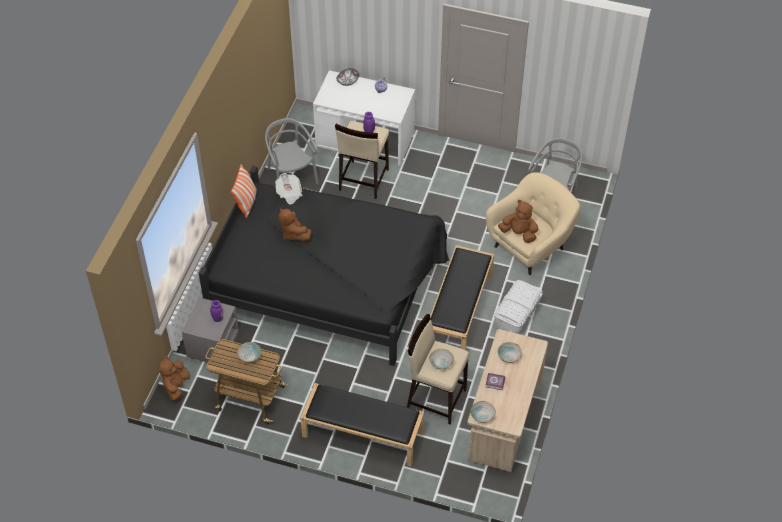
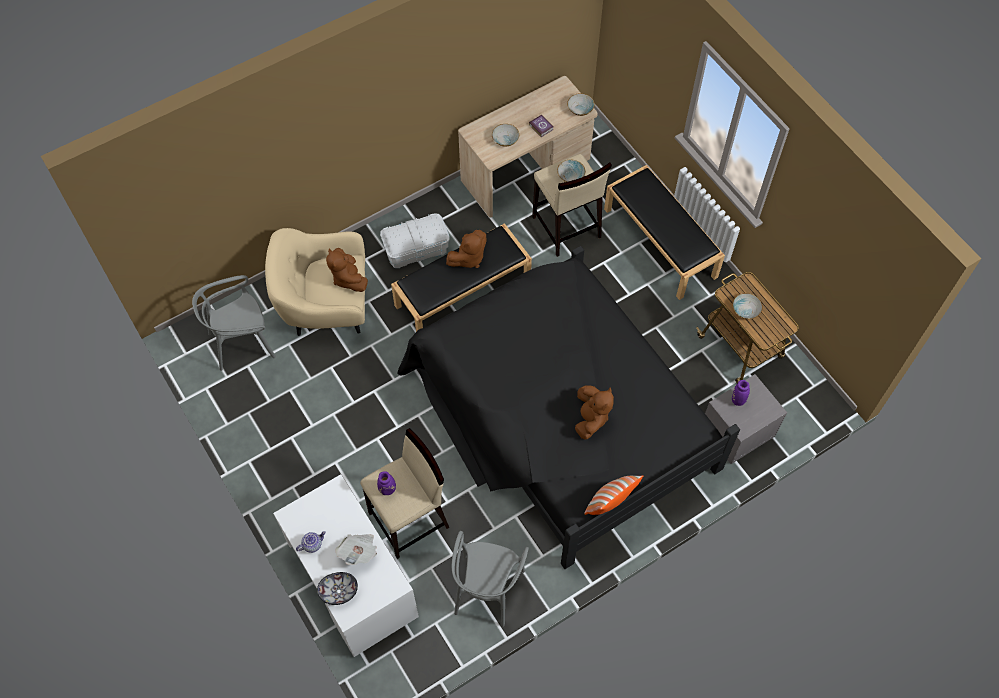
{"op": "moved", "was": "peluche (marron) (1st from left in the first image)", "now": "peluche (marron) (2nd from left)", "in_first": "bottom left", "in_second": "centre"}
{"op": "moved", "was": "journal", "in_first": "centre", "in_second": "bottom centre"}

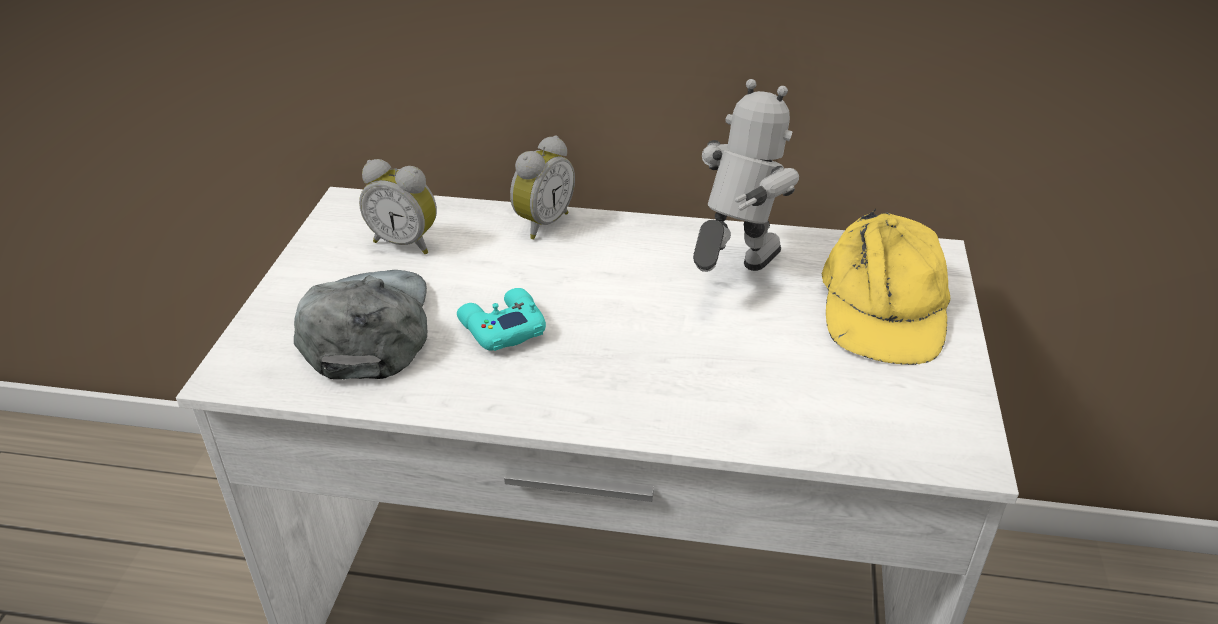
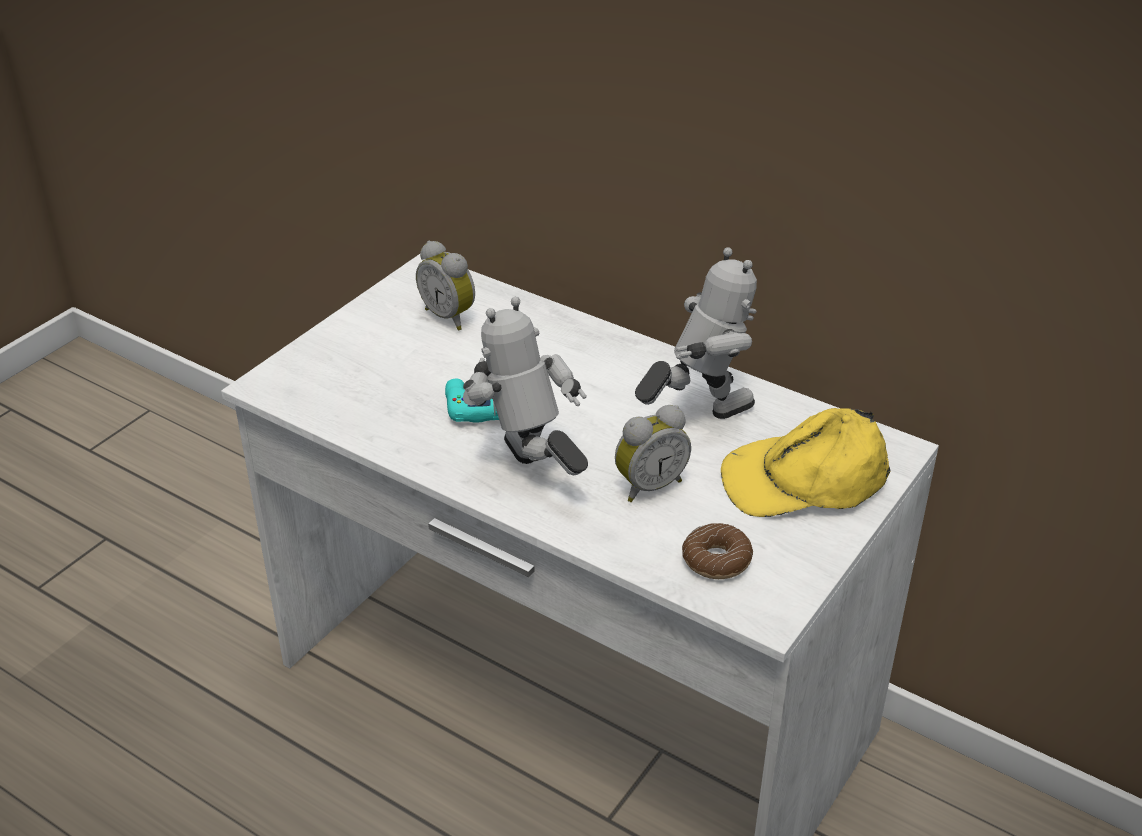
{"op": "removed", "was": "casquette (gris)", "in_first": "middle left"}
{"op": "added", "now": "robot jouet (1st from left)", "in_second": "centre"}
{"op": "added", "now": "beignet", "in_second": "centre"}
{"op": "moved", "was": "réveil (2nd from left)", "in_first": "top centre", "in_second": "centre"}
{"op": "turned", "was": "casquette (jaune)", "in_first": "middle right", "in_second": "middle right", "clockwise": 45}

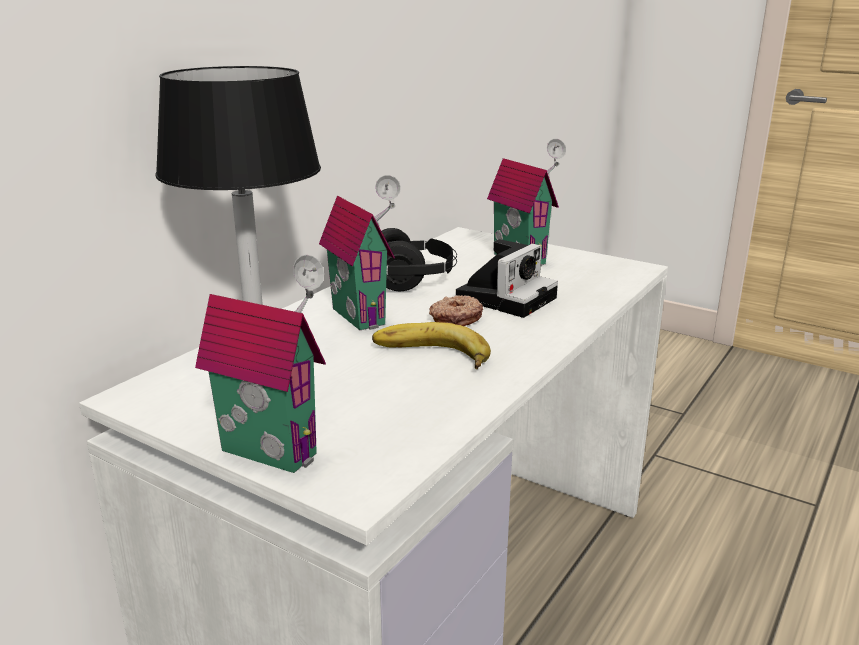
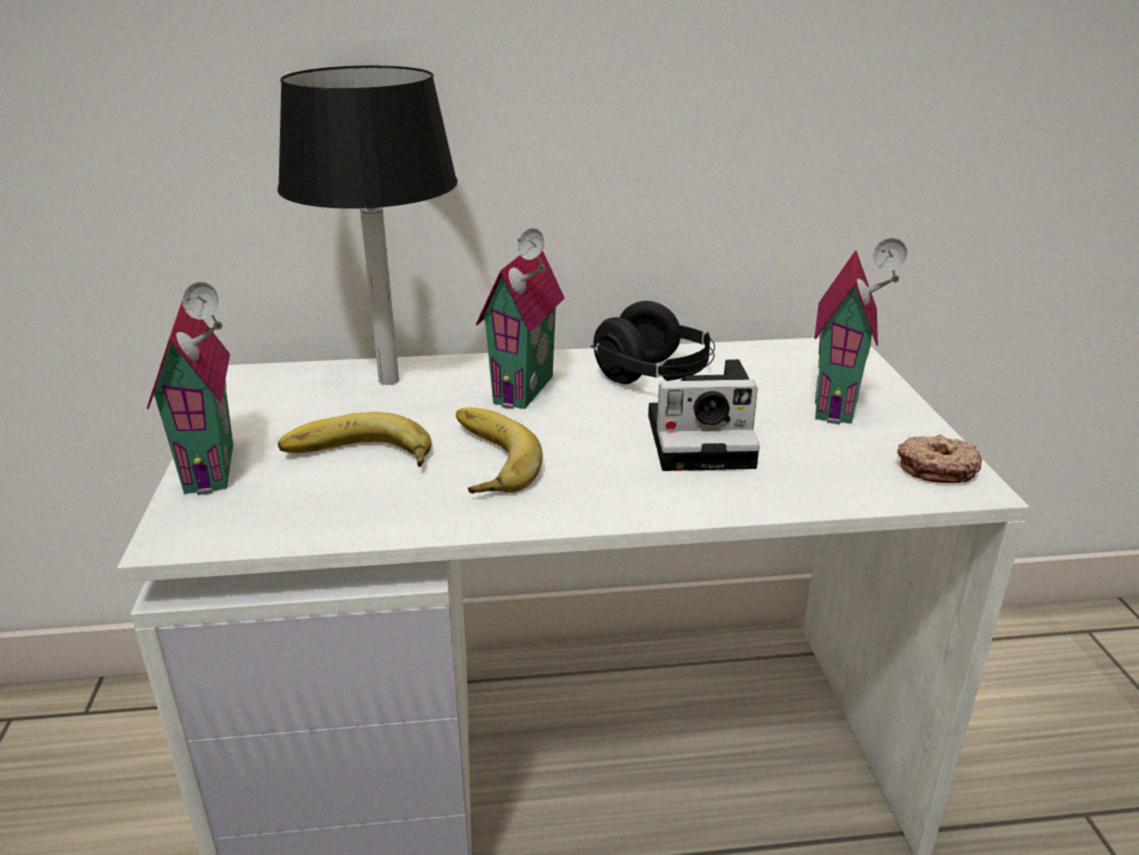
{"op": "added", "now": "banane (1st from left)", "in_second": "middle left"}
{"op": "moved", "was": "beignet", "in_first": "centre", "in_second": "middle right"}

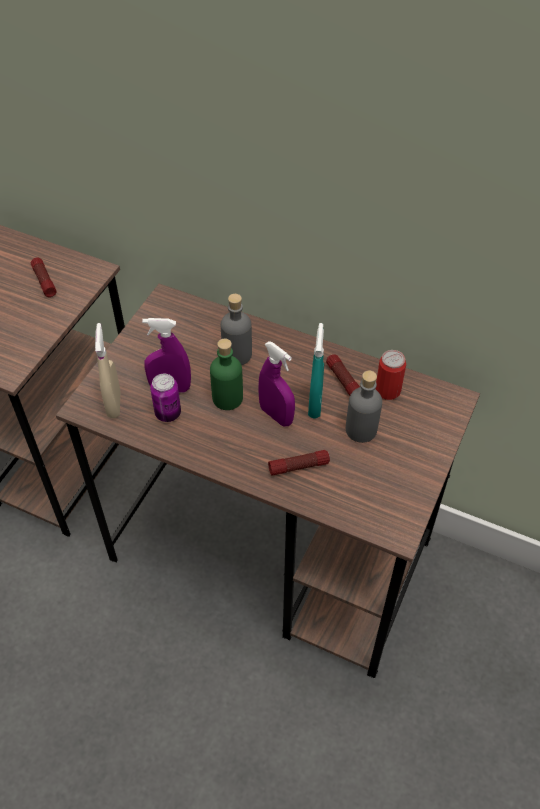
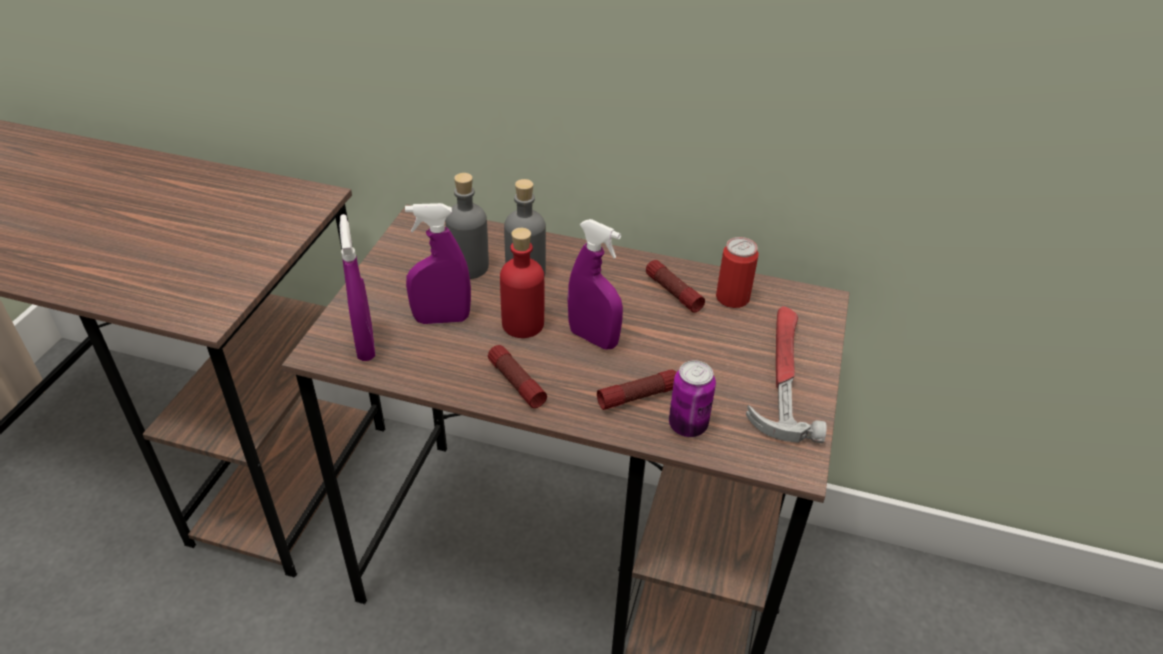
{"op": "removed", "was": "vaporisateur (turquoise)", "in_first": "centre"}
{"op": "added", "now": "marteau", "in_second": "middle right"}
{"op": "moved", "was": "lampe de poche (1st from left)", "in_first": "middle left", "in_second": "centre"}
{"op": "moved", "was": "boîte métallique (1st from left)", "in_first": "middle left", "in_second": "centre"}
{"op": "moved", "was": "bouteille (gris) (2nd from left in the first image)", "now": "bouteille (gris) (1st from left)", "in_first": "middle right", "in_second": "centre"}
{"op": "recoloured", "was": "vaporisateur (beige)", "now": "vaporisateur (violet) (1st from left)", "in_first": "middle left", "in_second": "middle left"}
{"op": "recoloured", "was": "bouteille (vert)", "now": "bouteille (rouge)", "in_first": "centre", "in_second": "centre"}

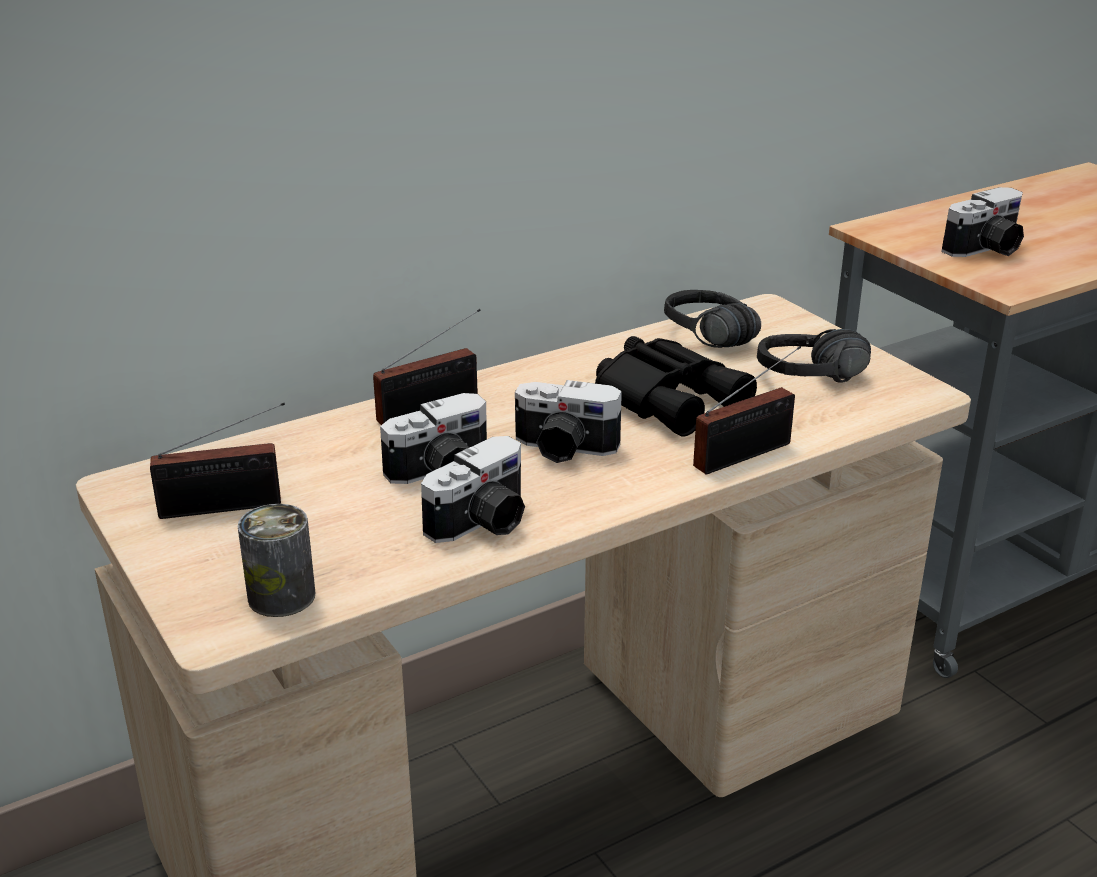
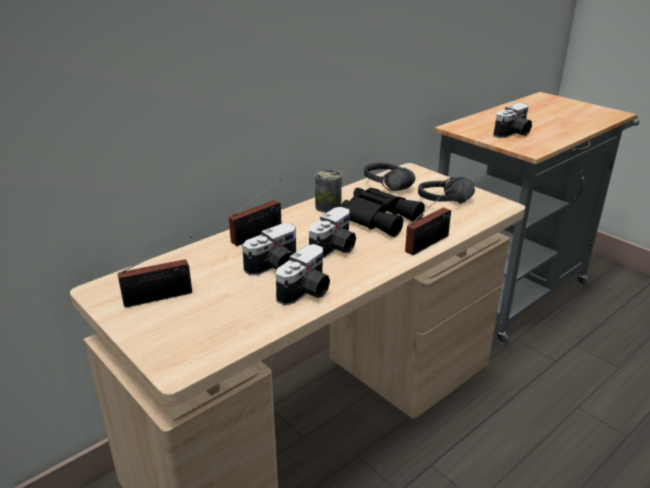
{"op": "moved", "was": "boîte métallique", "in_first": "middle left", "in_second": "centre"}
{"op": "turned", "was": "appareil photo (3rd from left)", "in_first": "centre", "in_second": "centre", "clockwise": -60}

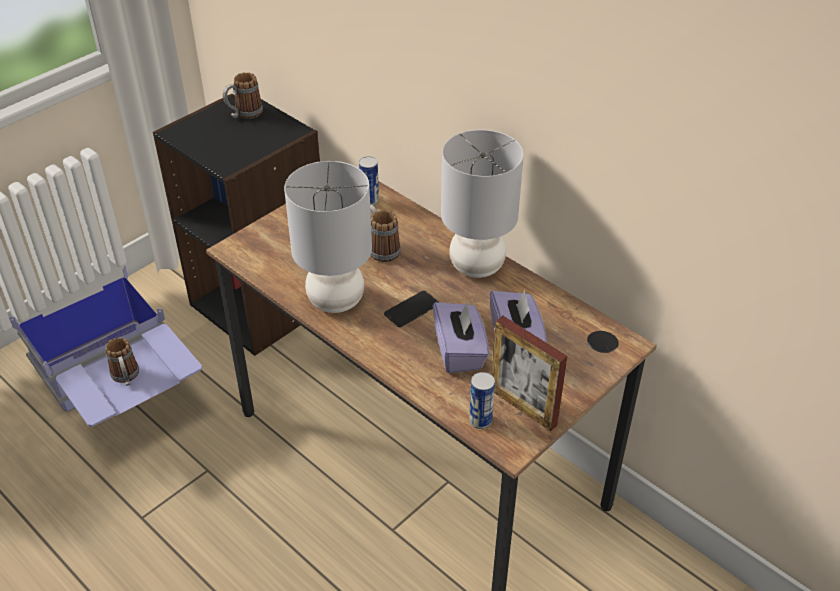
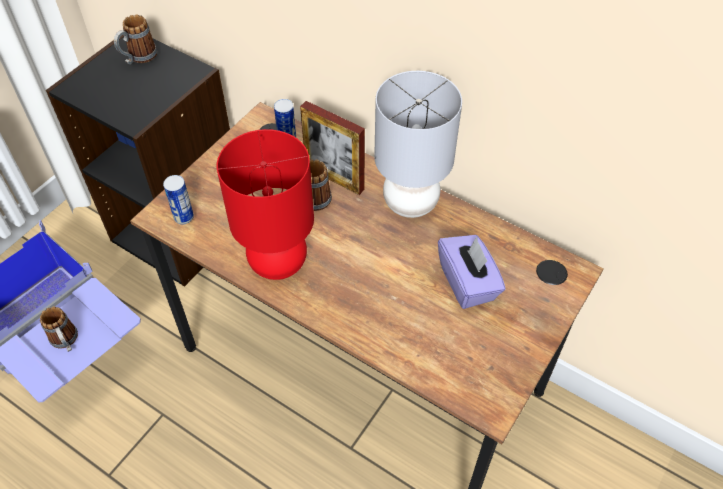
{"op": "removed", "was": "téléphone", "in_first": "centre"}
{"op": "removed", "was": "boîte à mouchoirs (violet) (1st from left)", "in_first": "centre"}
{"op": "moved", "was": "boîte métallique (2nd from left in the first image)", "now": "boîte métallique (1st from left)", "in_first": "bottom centre", "in_second": "middle left"}
{"op": "moved", "was": "cadre photo", "in_first": "centre", "in_second": "top centre"}
{"op": "recoloured", "was": "lampe de table (gris) (1st from left)", "now": "lampe de table (rouge)", "in_first": "centre", "in_second": "centre"}

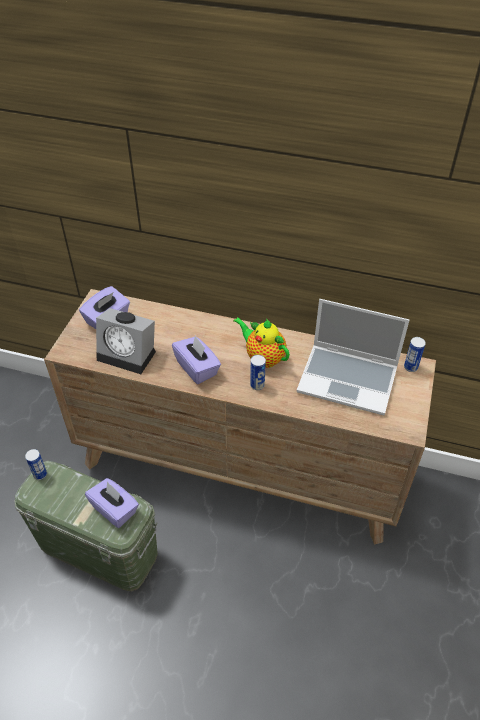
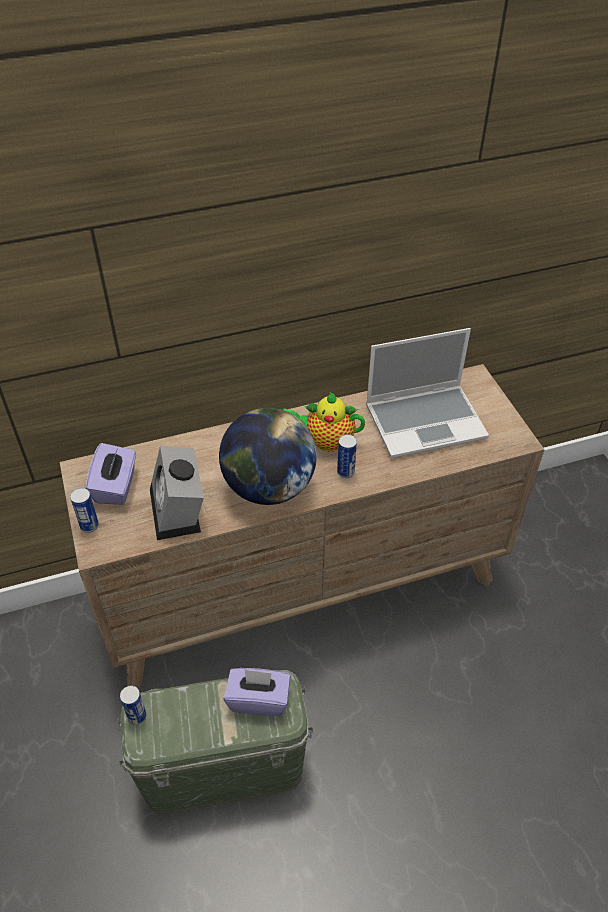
{"op": "moved", "was": "boîte métallique (3rd from left in the first image)", "now": "boîte métallique (1st from left)", "in_first": "middle right", "in_second": "middle left"}
{"op": "replaced", "was": "boîte à mouchoirs (violet) (3rd from left)", "now": "globe", "in_first": "centre", "in_second": "centre"}
{"op": "turned", "was": "réveil", "in_first": "middle left", "in_second": "middle left", "clockwise": 90}

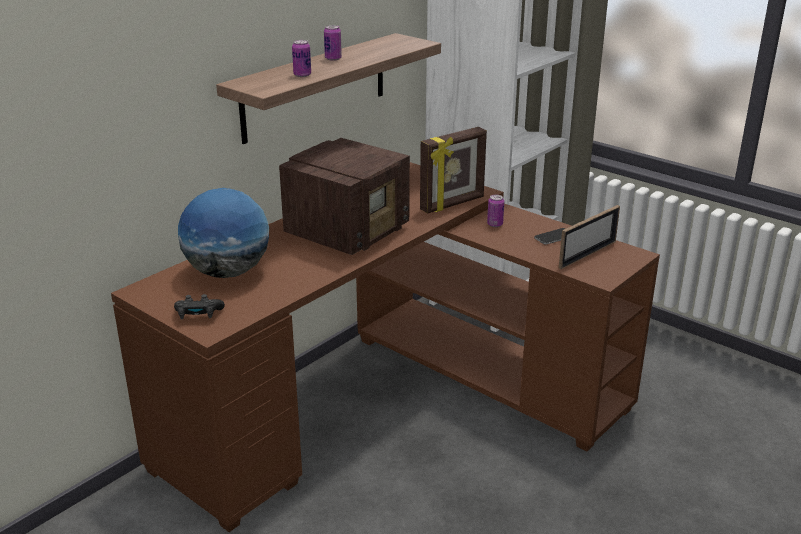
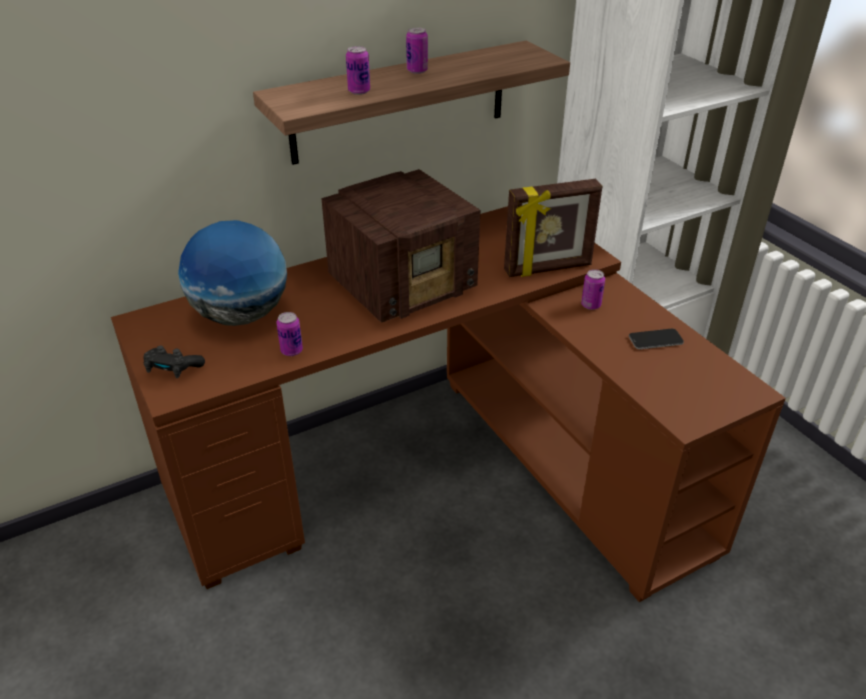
{"op": "removed", "was": "cadre photo (2nd from left)", "in_first": "middle right"}
{"op": "added", "now": "boîte métallique (1st from left)", "in_second": "centre"}

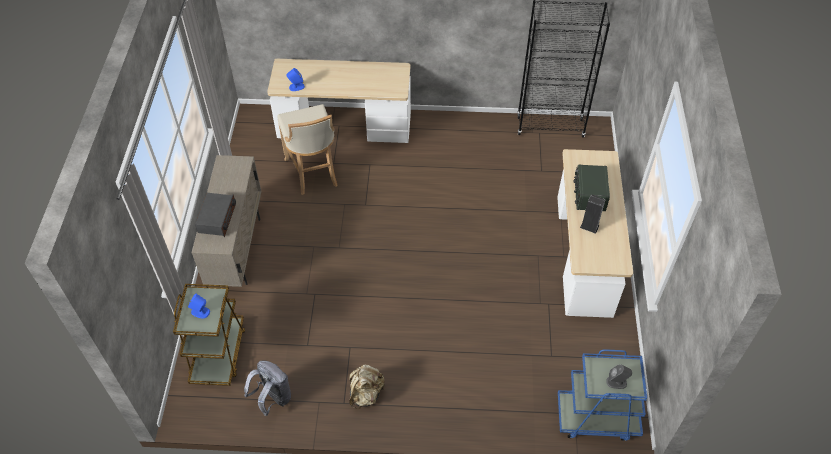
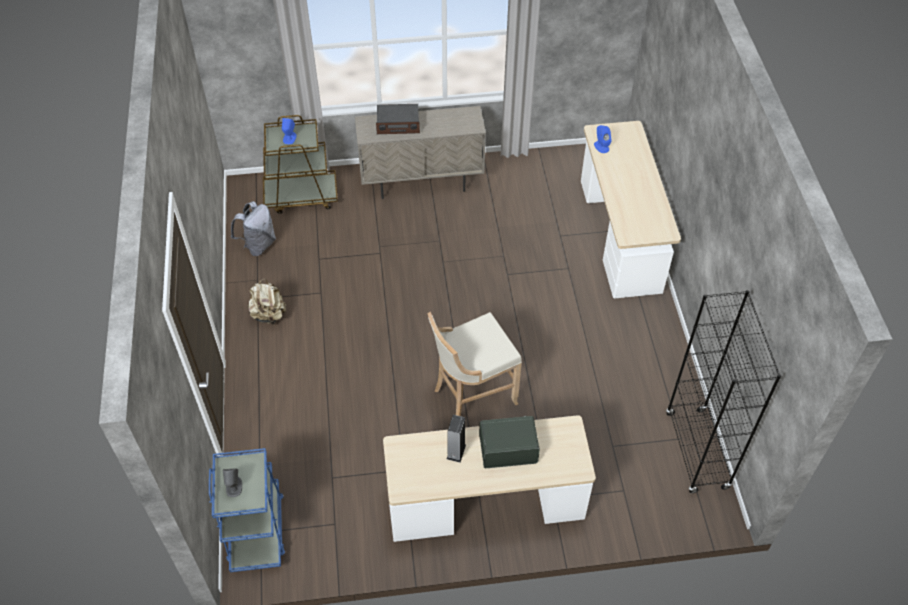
{"op": "moved", "was": "tabouret (beige)", "in_first": "top centre", "in_second": "centre"}

